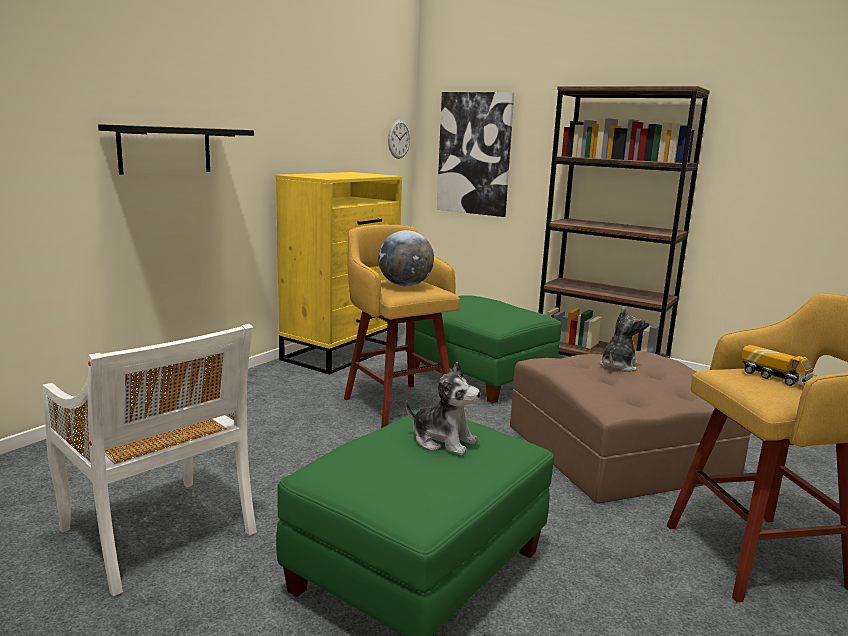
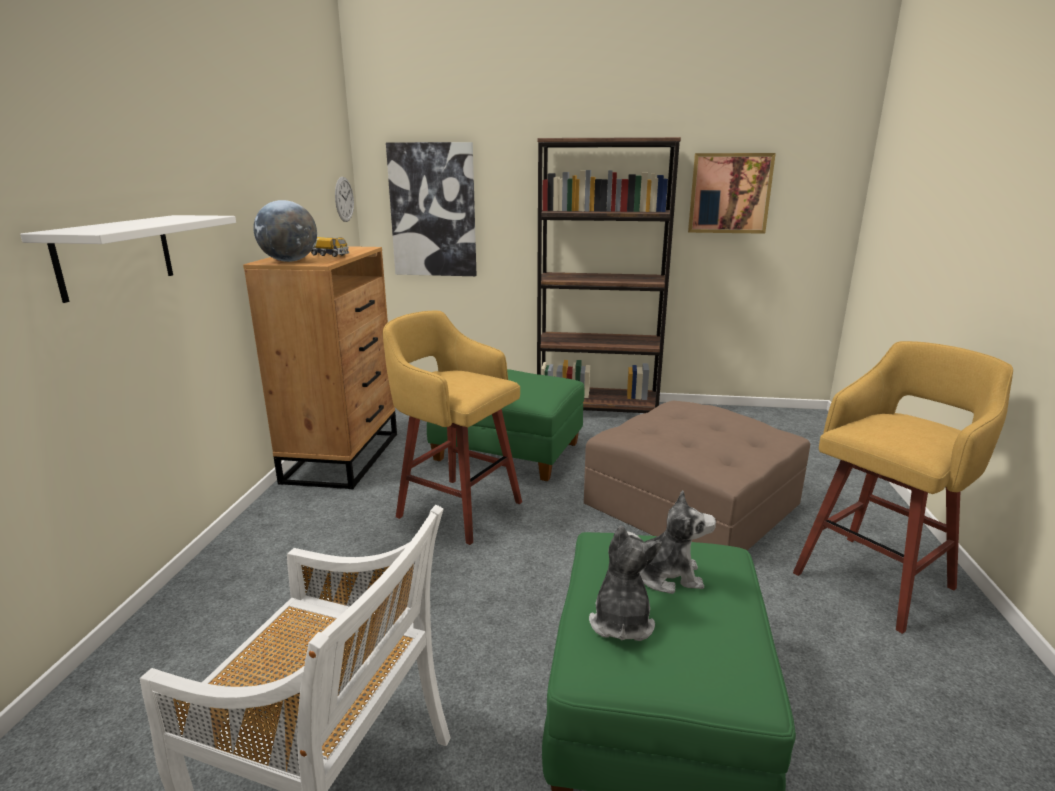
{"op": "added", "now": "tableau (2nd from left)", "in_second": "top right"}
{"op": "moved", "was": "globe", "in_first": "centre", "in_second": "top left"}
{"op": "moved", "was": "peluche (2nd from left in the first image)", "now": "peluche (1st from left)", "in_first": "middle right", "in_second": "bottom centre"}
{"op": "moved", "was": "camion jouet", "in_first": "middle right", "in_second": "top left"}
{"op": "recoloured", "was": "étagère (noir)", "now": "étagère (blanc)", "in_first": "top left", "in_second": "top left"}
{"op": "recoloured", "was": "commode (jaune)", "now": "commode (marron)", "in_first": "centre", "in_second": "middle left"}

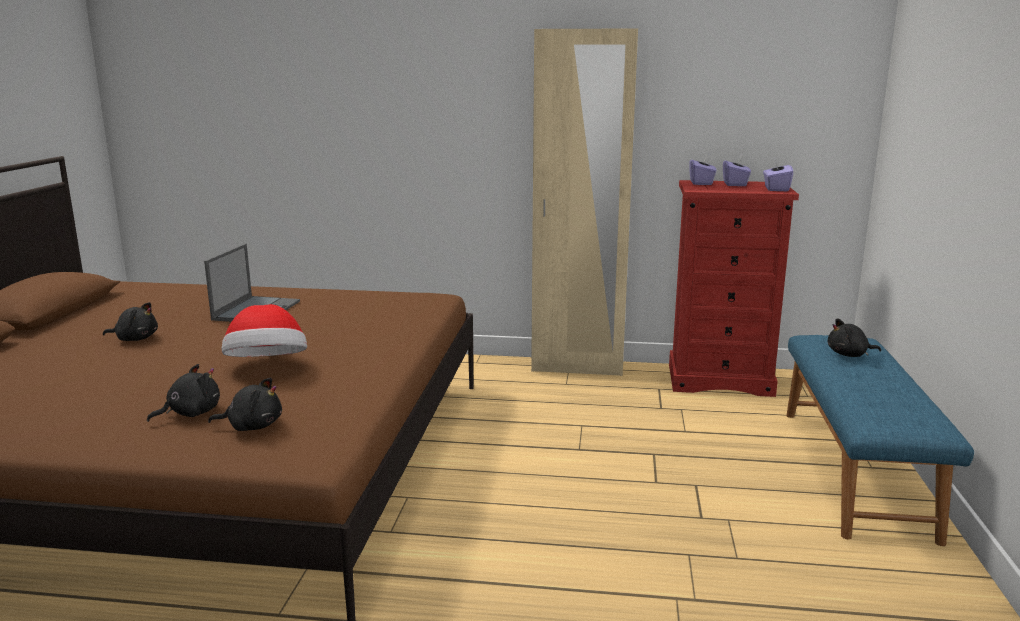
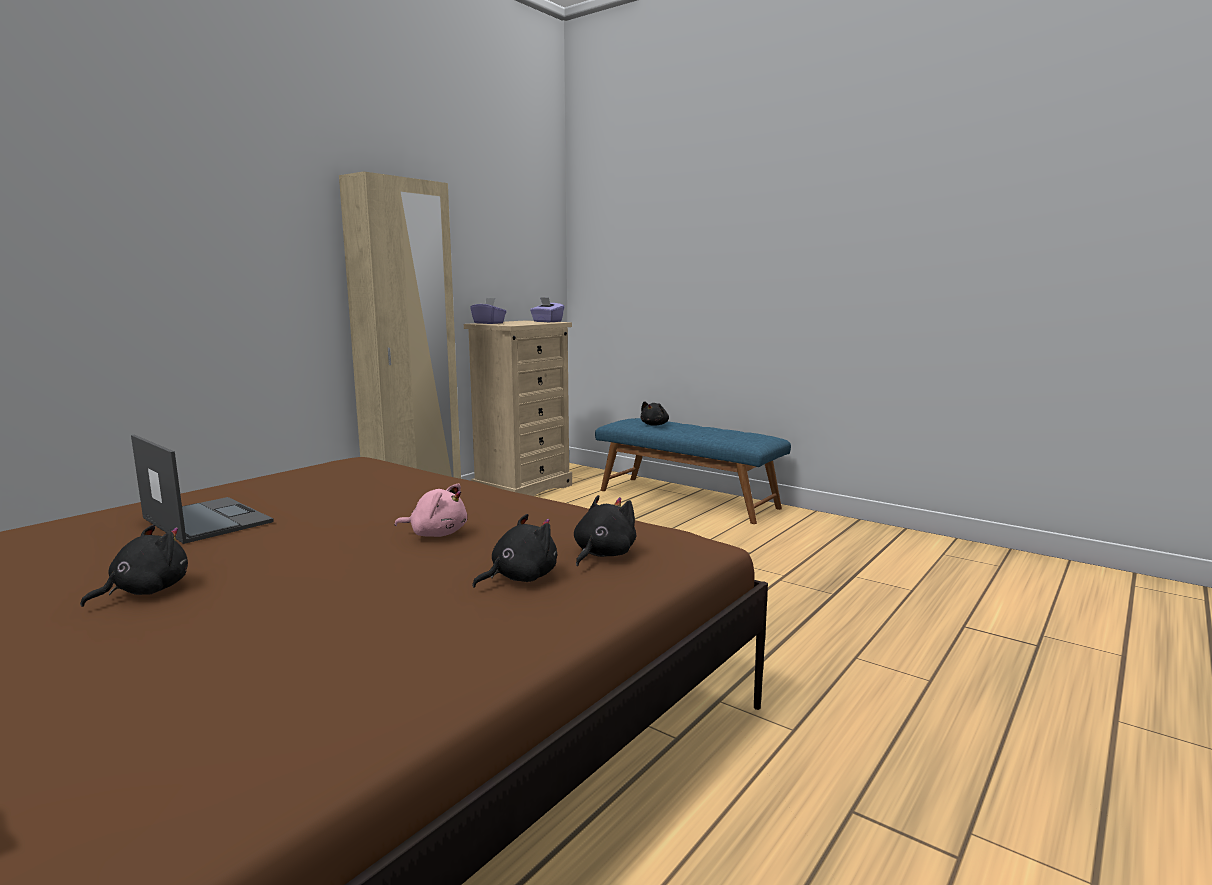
{"op": "removed", "was": "boîte à mouchoirs (violet) (2nd from left)", "in_first": "top right"}
{"op": "replaced", "was": "chapeau", "now": "peluche (rose)", "in_first": "middle left", "in_second": "centre"}
{"op": "recoloured", "was": "commode (rouge)", "now": "commode (beige)", "in_first": "middle right", "in_second": "centre"}
{"op": "turned", "was": "peluche (noir) (2nd from left)", "in_first": "middle left", "in_second": "centre", "clockwise": 60}

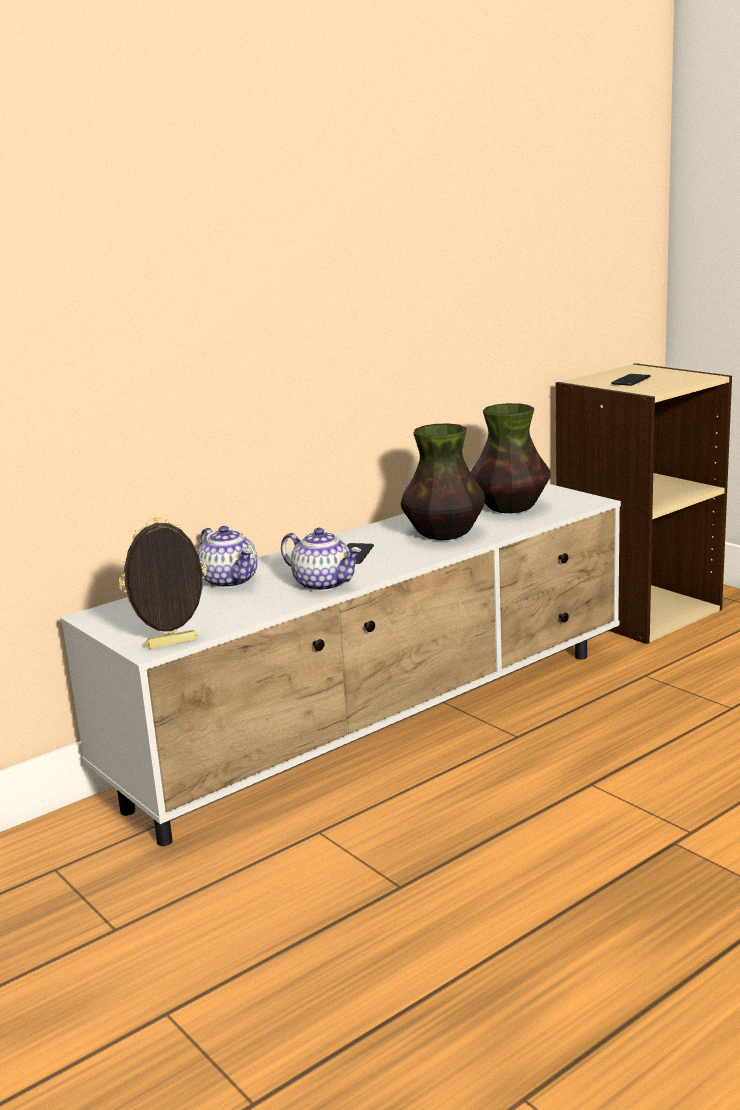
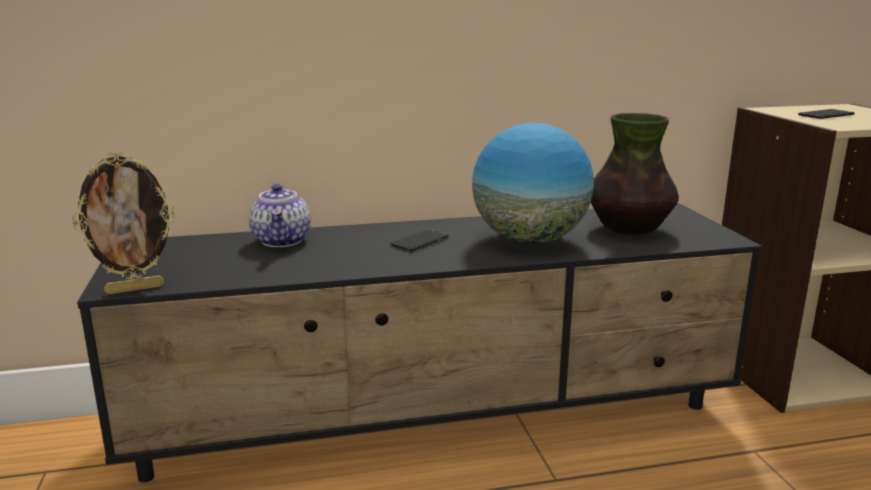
{"op": "removed", "was": "théière (2nd from left)", "in_first": "centre"}
{"op": "replaced", "was": "vase (1st from left)", "now": "globe", "in_first": "centre", "in_second": "centre"}
{"op": "recoloured", "was": "meuble télé (blanc)", "now": "meuble télé (noir)", "in_first": "centre", "in_second": "bottom centre"}
{"op": "turned", "was": "cadre photo", "in_first": "middle left", "in_second": "middle left", "clockwise": 150}

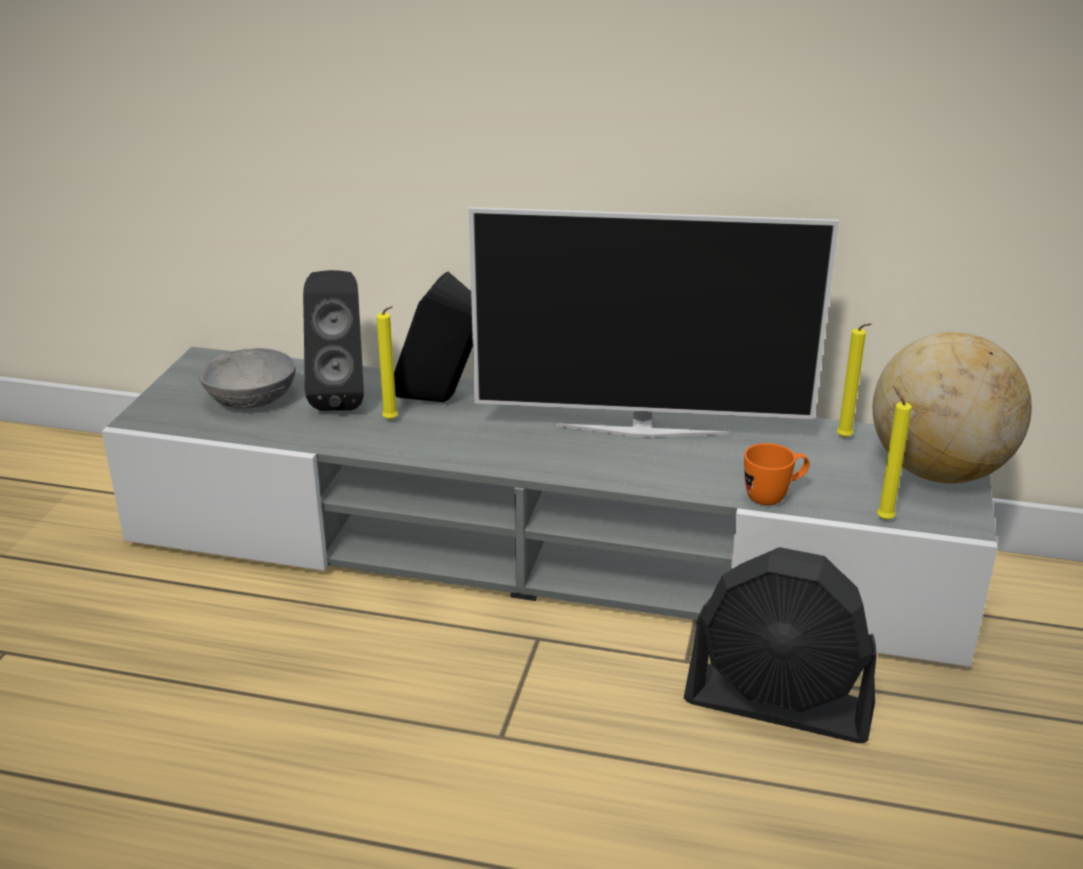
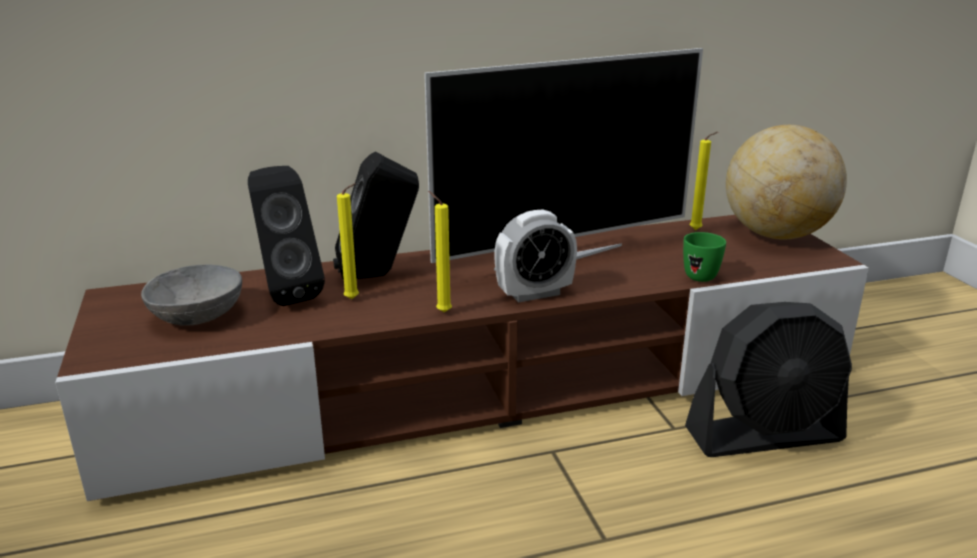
{"op": "added", "now": "réveil", "in_second": "centre"}
{"op": "moved", "was": "bougie (jaune) (3rd from left in the first image)", "now": "bougie (jaune) (2nd from left)", "in_first": "middle right", "in_second": "centre"}
{"op": "recoloured", "was": "meuble télé (gris)", "now": "meuble télé (marron)", "in_first": "centre", "in_second": "centre"}
{"op": "recoloured", "was": "mug (orange)", "now": "mug (vert)", "in_first": "middle right", "in_second": "middle right"}

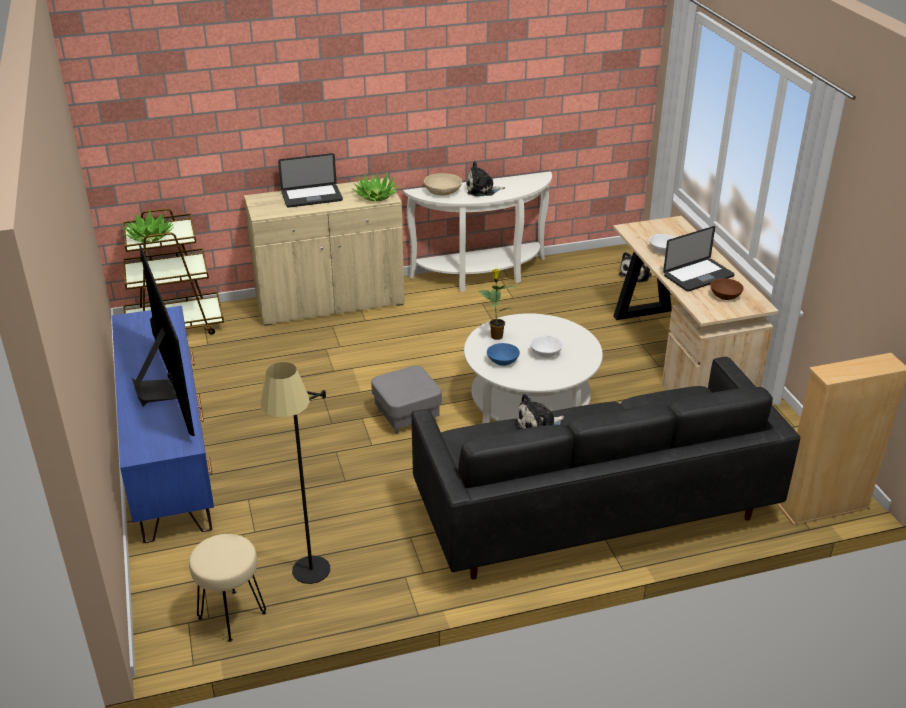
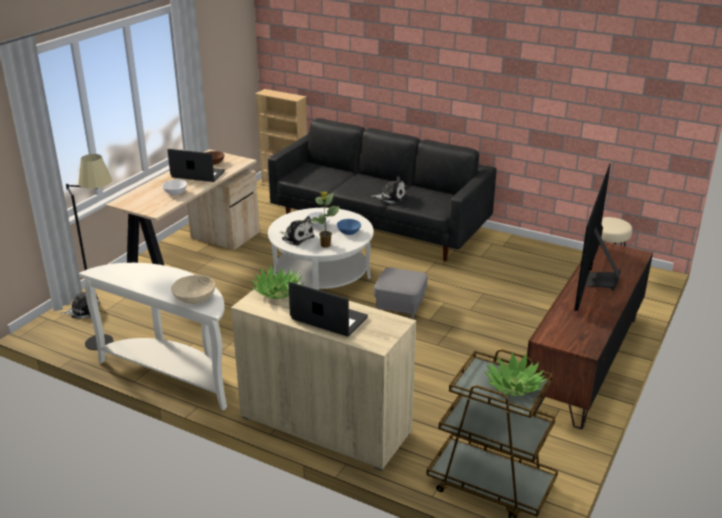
{"op": "moved", "was": "lampadaire (noir)", "in_first": "bottom left", "in_second": "middle left"}
{"op": "moved", "was": "peluche (1st from left in the first image)", "now": "peluche (2nd from left)", "in_first": "top centre", "in_second": "centre"}
{"op": "recoloured", "was": "meuble télé (bleu)", "now": "meuble télé (marron)", "in_first": "middle left", "in_second": "middle right"}

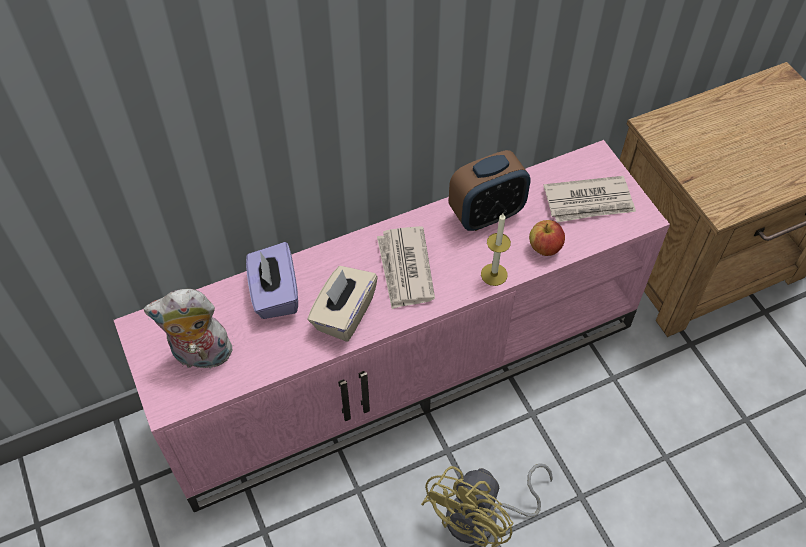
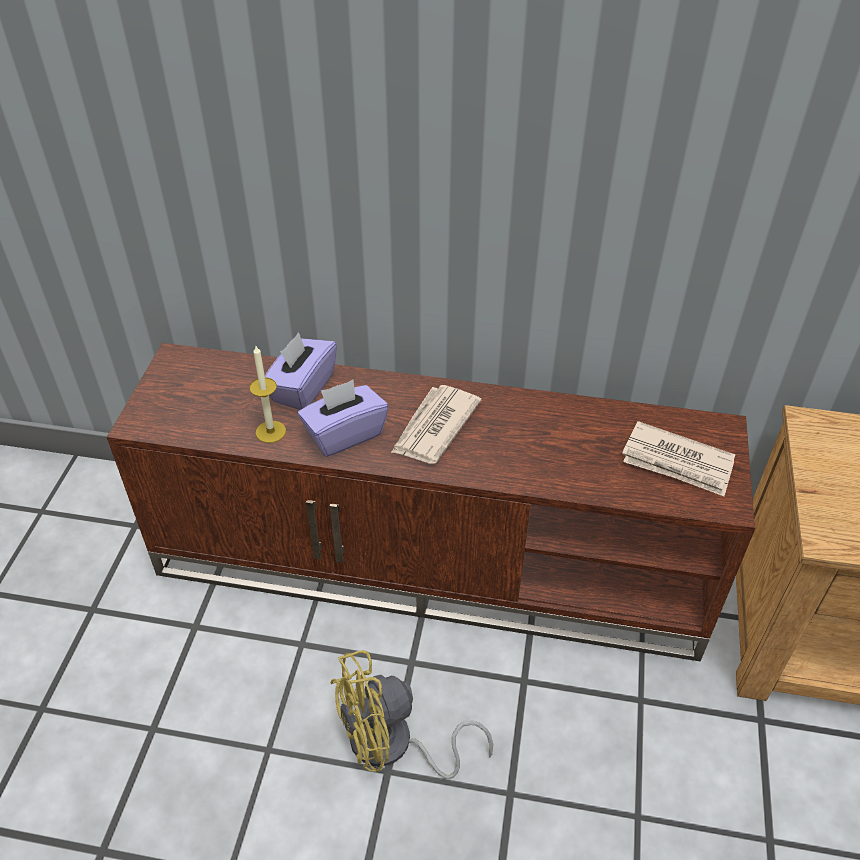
{"op": "removed", "was": "peluche", "in_first": "middle left"}
{"op": "removed", "was": "réveil", "in_first": "centre"}
{"op": "removed", "was": "pomme", "in_first": "middle right"}
{"op": "moved", "was": "bougie", "in_first": "centre", "in_second": "middle left"}
{"op": "recoloured", "was": "meuble télé (rose)", "now": "meuble télé (marron)", "in_first": "centre", "in_second": "centre"}
{"op": "recoloured", "was": "boîte à mouchoirs (beige)", "now": "boîte à mouchoirs (violet) (2nd from left)", "in_first": "centre", "in_second": "centre"}

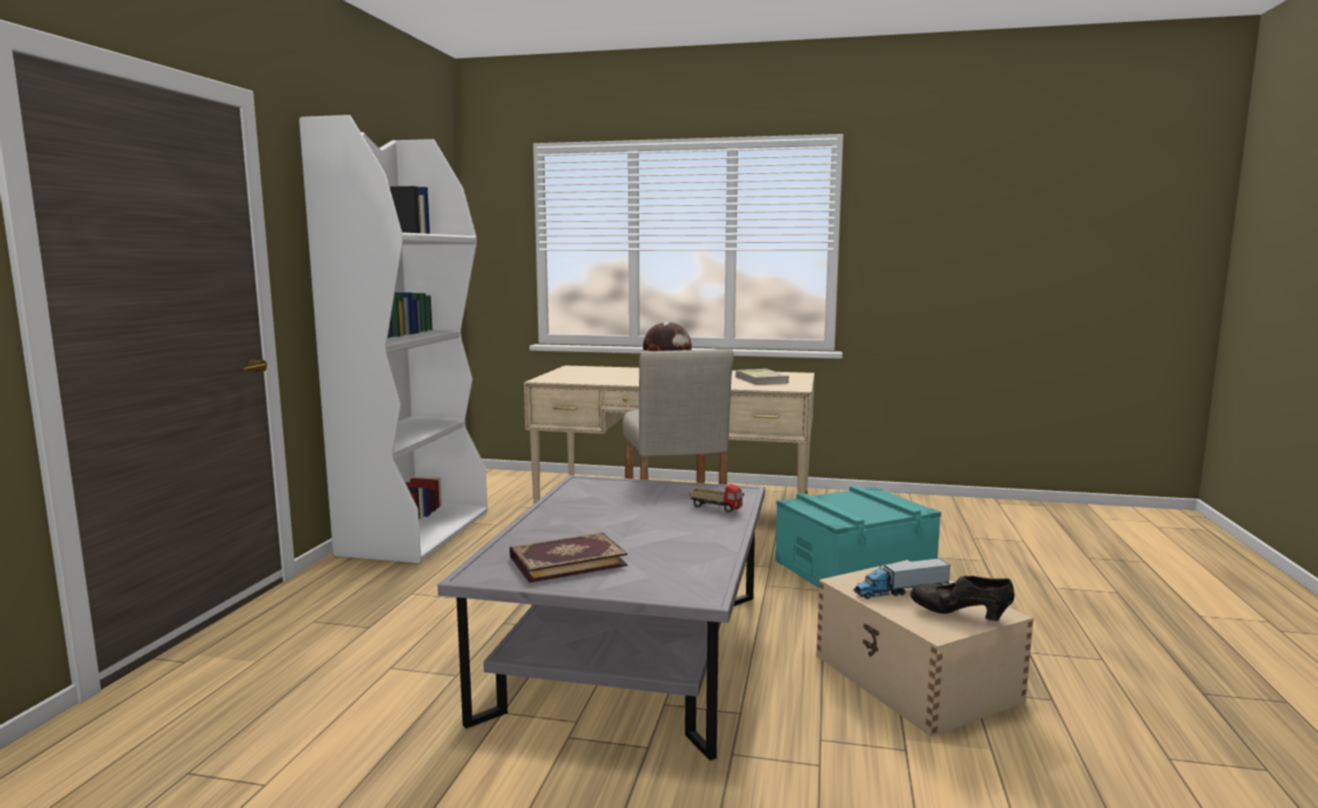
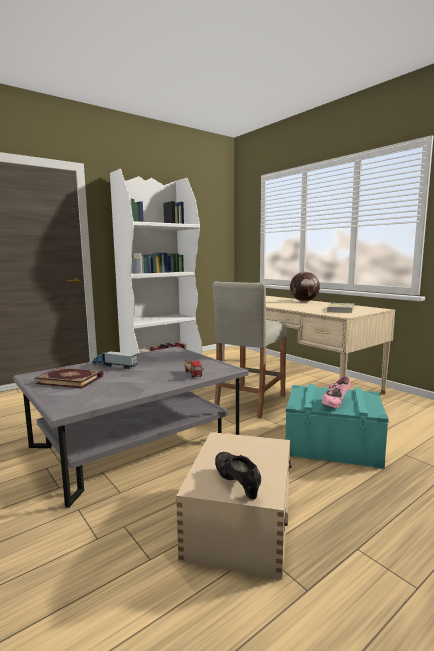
{"op": "added", "now": "chaussure (rose)", "in_second": "middle right"}
{"op": "moved", "was": "camion jouet (2nd from left in the first image)", "now": "camion jouet (1st from left)", "in_first": "bottom right", "in_second": "middle left"}

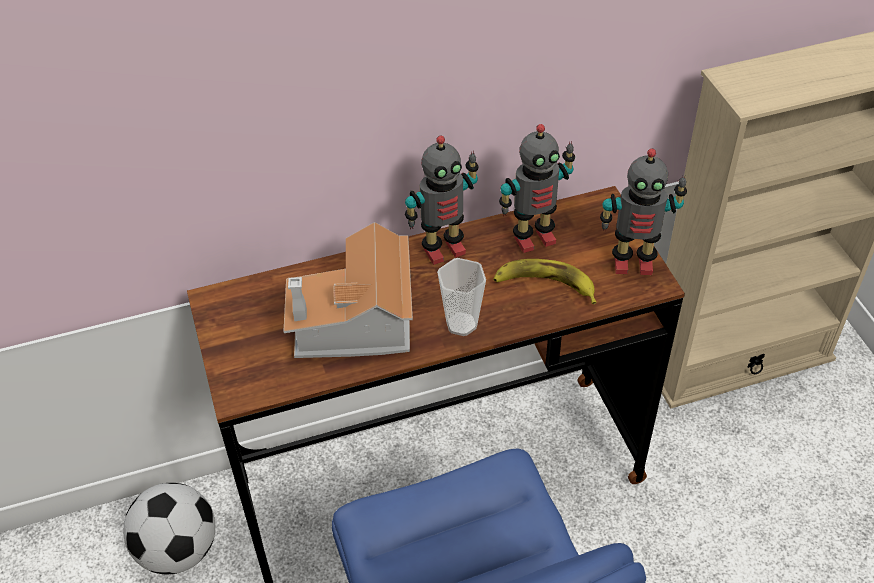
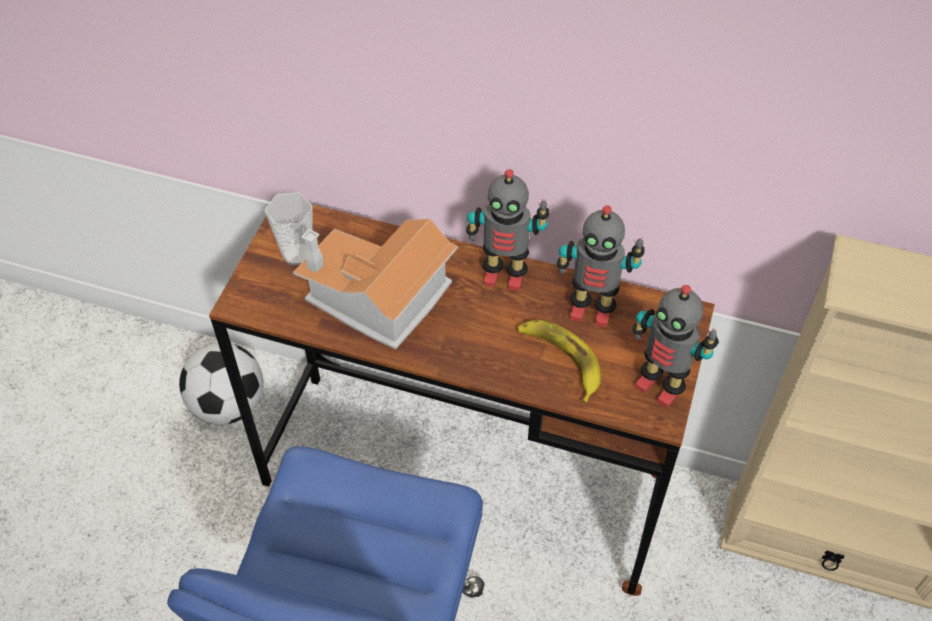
{"op": "moved", "was": "tasse", "in_first": "centre", "in_second": "middle left"}

